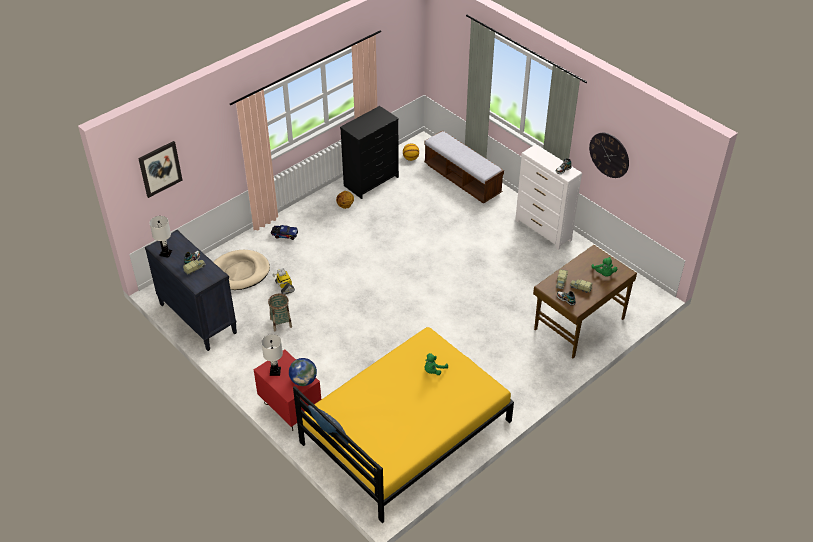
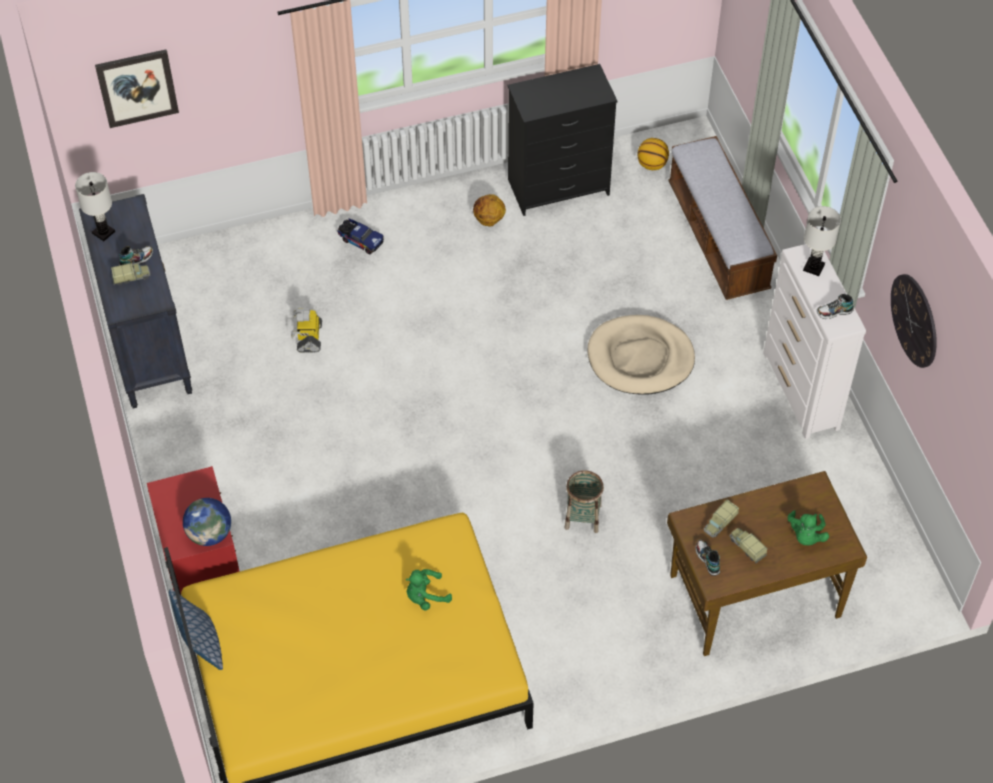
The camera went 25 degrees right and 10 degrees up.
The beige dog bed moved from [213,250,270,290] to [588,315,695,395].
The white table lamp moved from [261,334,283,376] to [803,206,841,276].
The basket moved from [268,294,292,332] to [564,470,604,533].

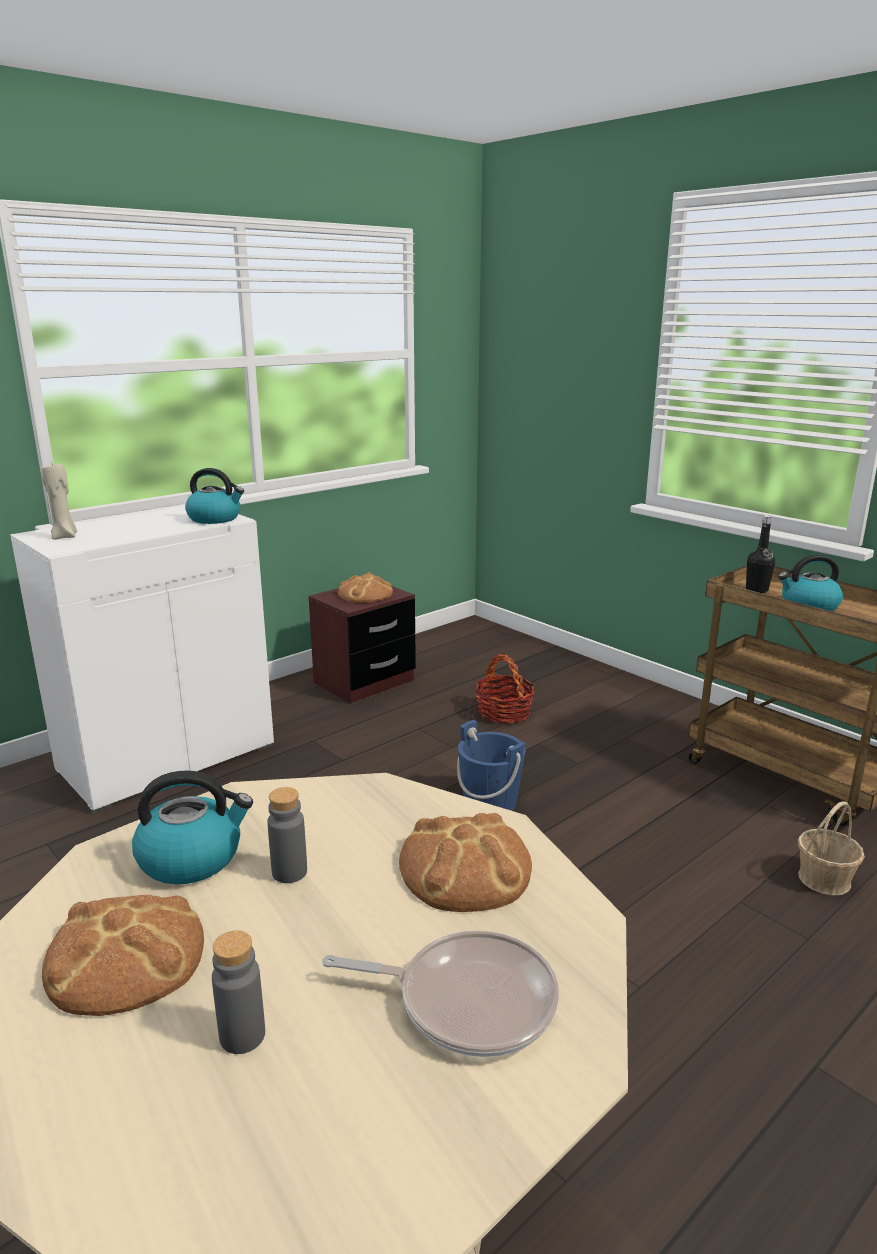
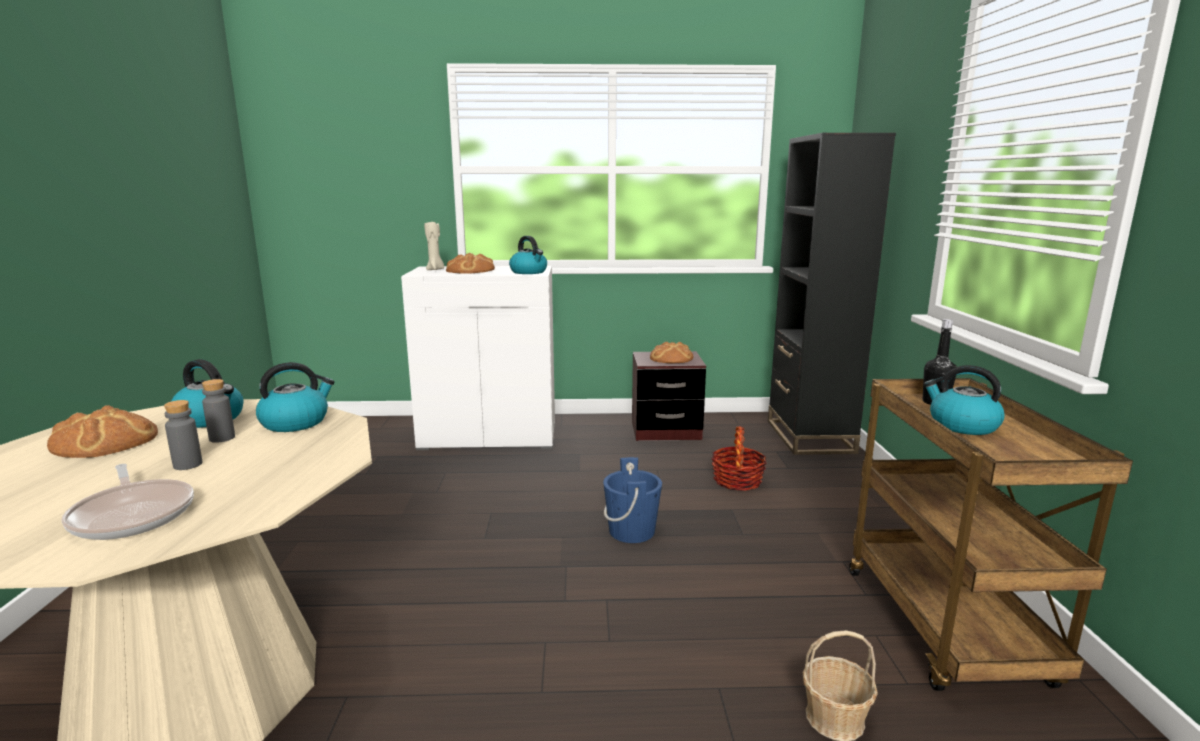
The camera went 40 degrees right and 5 degrees down.
The grey bottle moved from [212,931,265,1054] to [164,400,202,470].
The bread moved from [399,813,532,912] to [446,253,495,274].
The kettle at [256,362,335,432] appeared.
The black bookcase at [768,133,896,455] appeared.

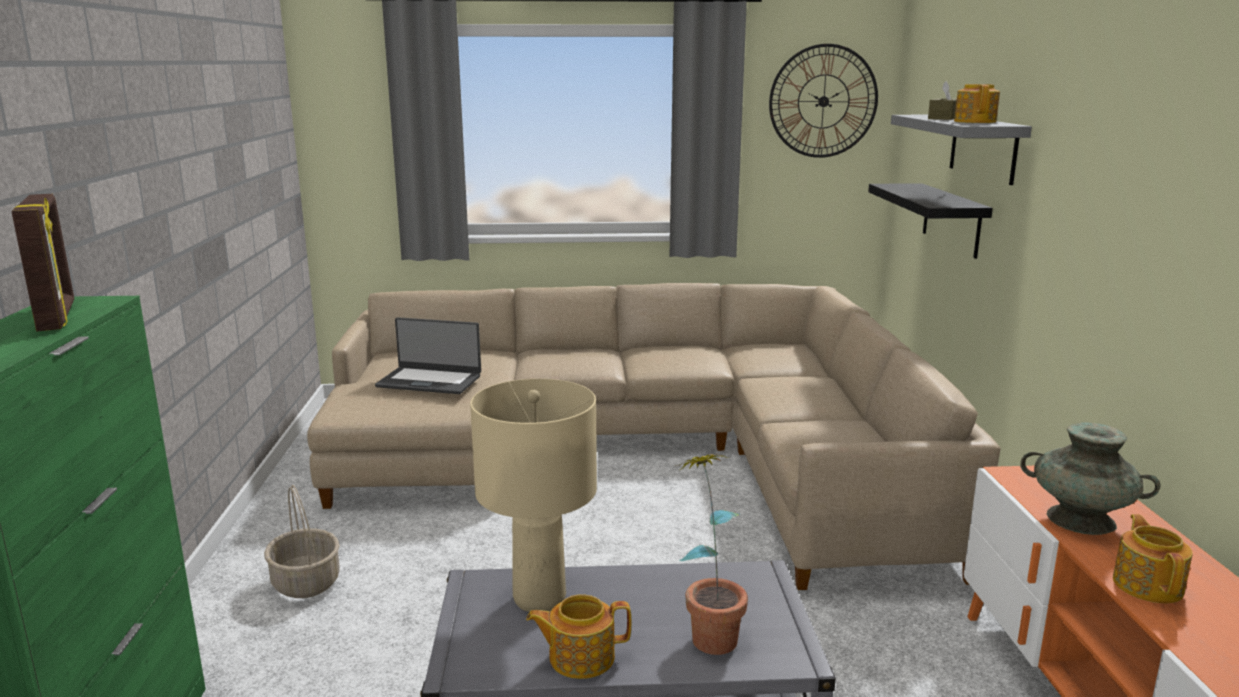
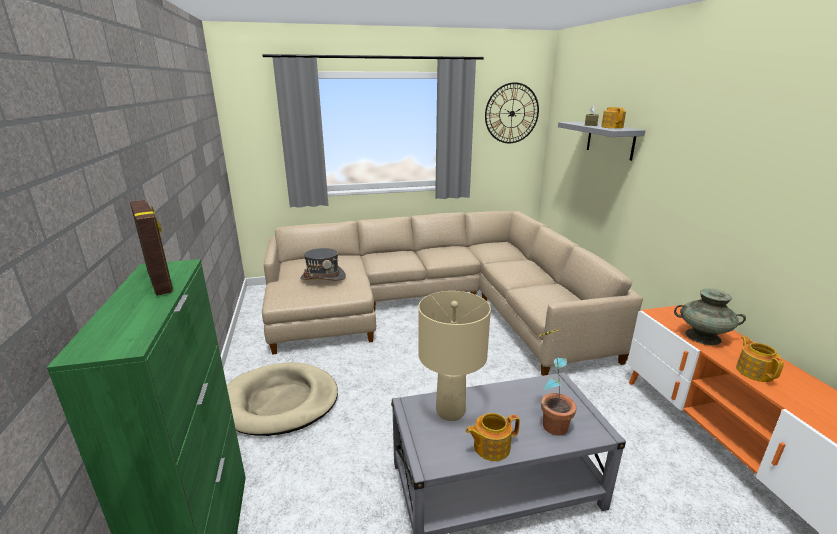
The camera went 10 degrees left and 5 degrees up.
The basket at [264,485,340,598] was replaced by the beige dog bed at [227,362,338,436].
The laptop at [375,317,481,394] was replaced by the grey hat at [300,248,346,280].
The black shelf at [868,183,993,259] disappeared.

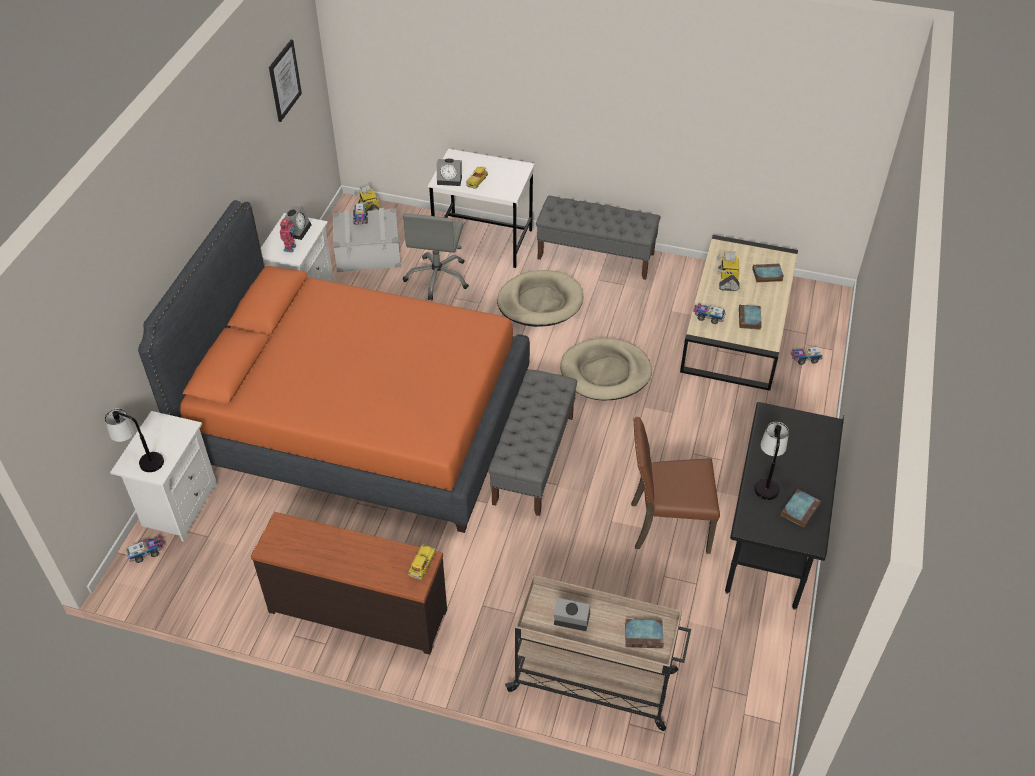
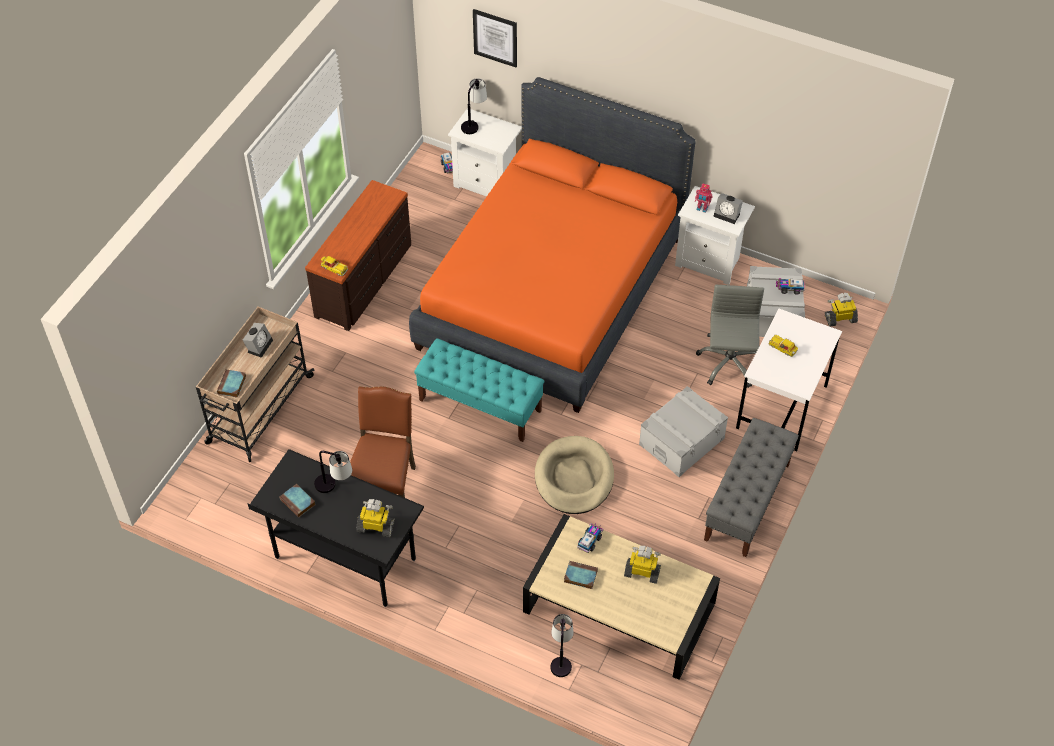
The camera went 100 degrees right and 5 degrees up.
The picture moved from [269,40,302,122] to [473,9,517,67].
The grey office chair at [403,214,469,300] turned 75 degrees clockwise.
The alarm clock at [437,159,462,186] disappeared.
The grey bench at [488,369,577,516] became the turquoise bench at [414,338,544,442].
The beige dog bed at [497,270,583,327] was replaced by the grey storage box at [639,386,728,477].
The book at [752,264,784,282] disappeared.
The toy truck at [791,347,823,365] was replaced by the table lamp at [550,614,574,677].
The toy robot at [356,499,395,537] appeared.

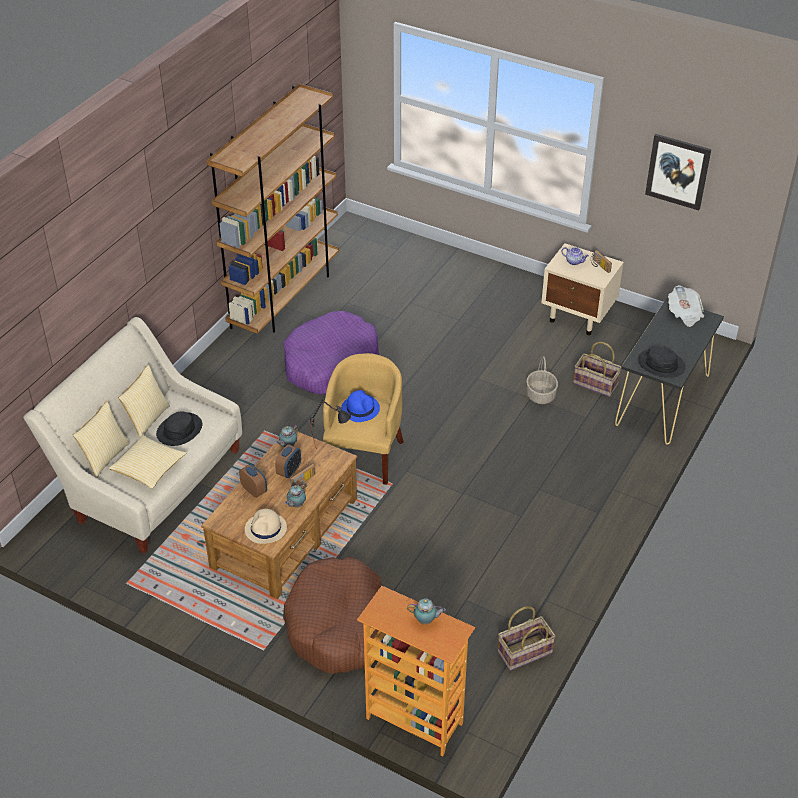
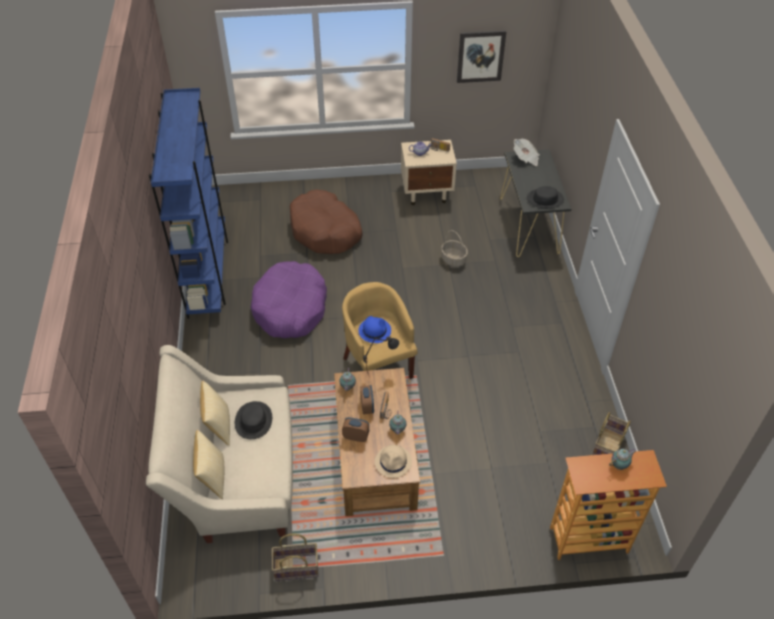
The camera went 35 degrees left and 5 degrees up.
The pillow at [109,434,187,489] disappeared.
The brown bookcase at [207,83,339,334] became the blue bookcase at [149,88,228,319].
The brown dog bed moved from [283,557,382,674] to [290,189,363,254].
The basket moved from [573,342,621,397] to [272,534,319,581].

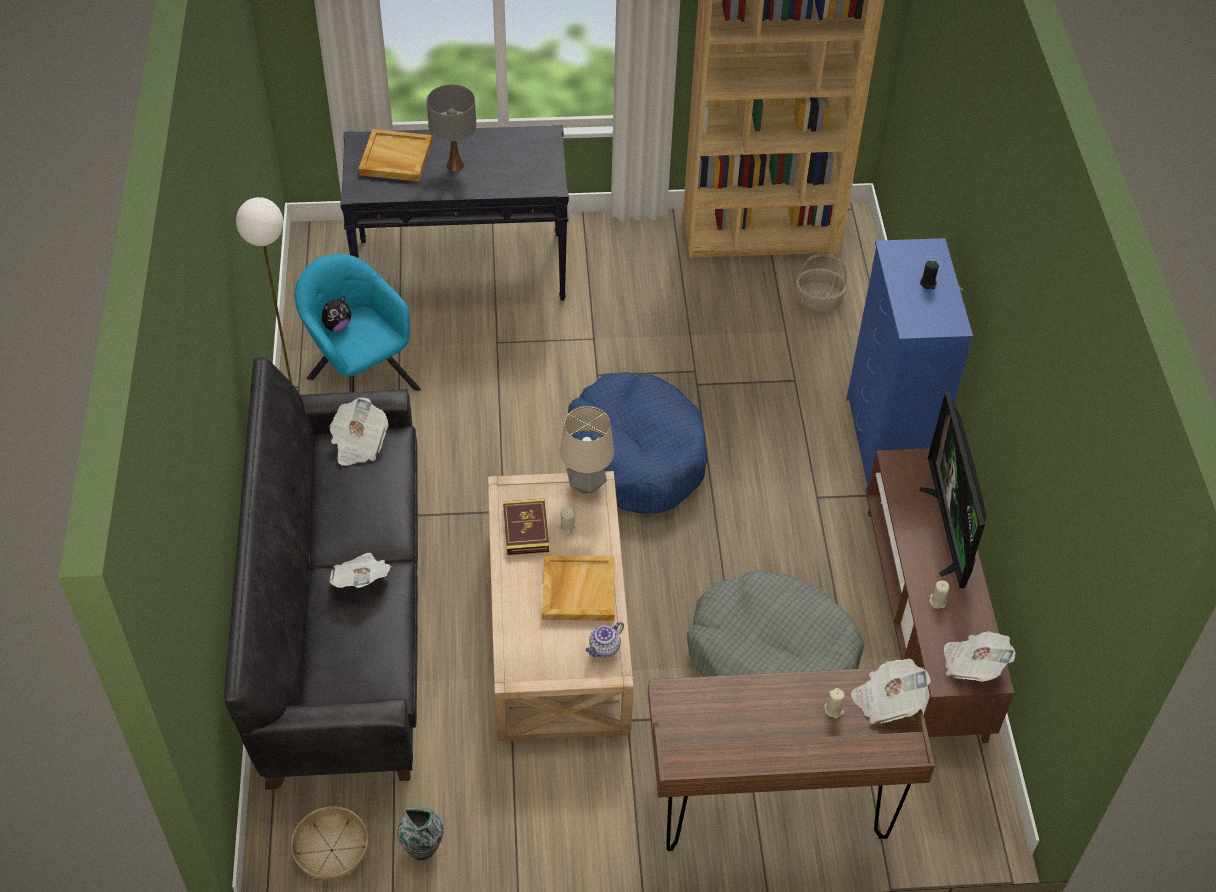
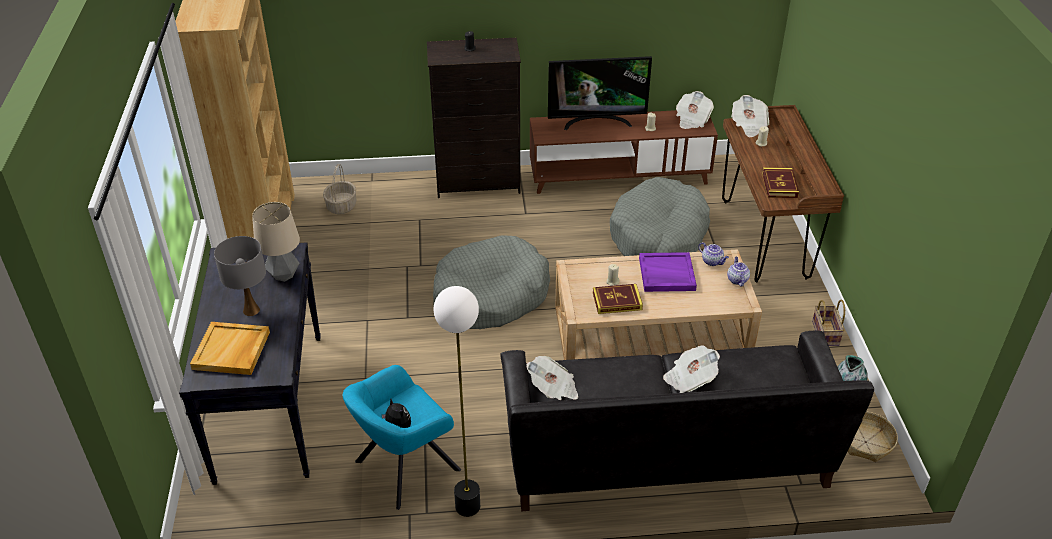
The camera went 90 degrees left and 10 degrees down.
The beige tray at [542,555,615,621] became the purple tray at [639,252,697,292].
The table lamp moved from [560,406,614,494] to [252,202,300,282].
The blue dog bed at [568,372,707,513] became the grey dog bed at [433,235,550,329].
The blue dresser at [846,238,973,493] became the black dresser at [427,38,521,198].
The teapot at [727,257,750,286] appeared.
The book at [762,167,799,198] appeared.
The basket at [812,300,845,346] appeared.

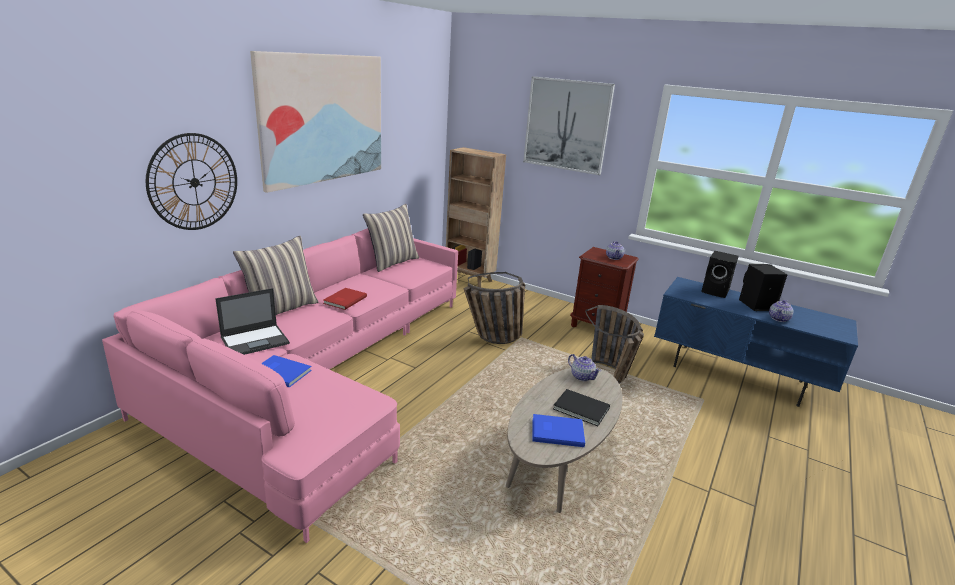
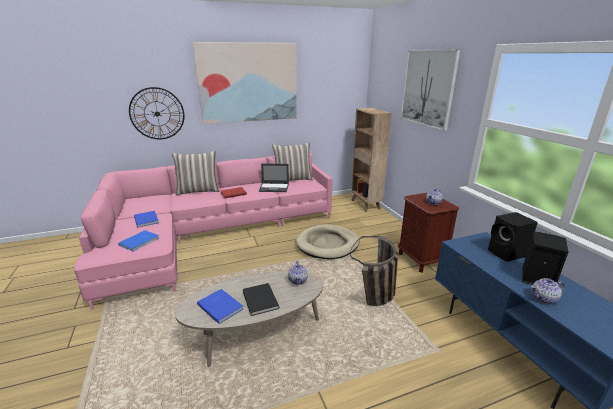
The camera went 40 degrees right and 0 degrees up.
The laptop moved from [215,288,290,355] to [259,164,289,192].
The basket at [463,272,525,344] was replaced by the beige dog bed at [296,224,360,259].
The blue book at [118,230,159,251] appeared.

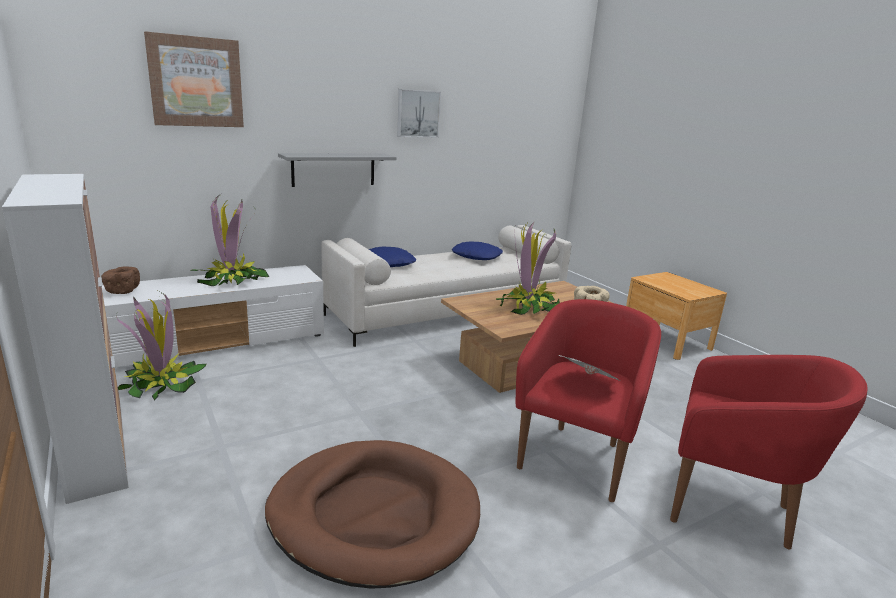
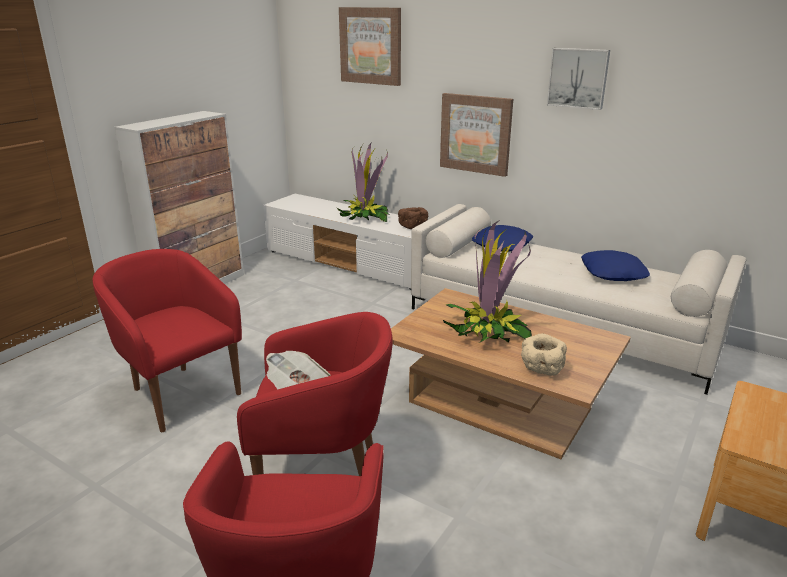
The camera went 65 degrees right and 5 degrees up.
The brown bowl moved from [101,266,140,294] to [398,207,428,229].
The potted plant at [116,292,207,401] disappeared.
The brown dog bed at [265,440,480,589] was replaced by the red armchair at [93,249,242,432].
The grey shelf at [278,153,397,187] was replaced by the picture at [440,93,513,177].

